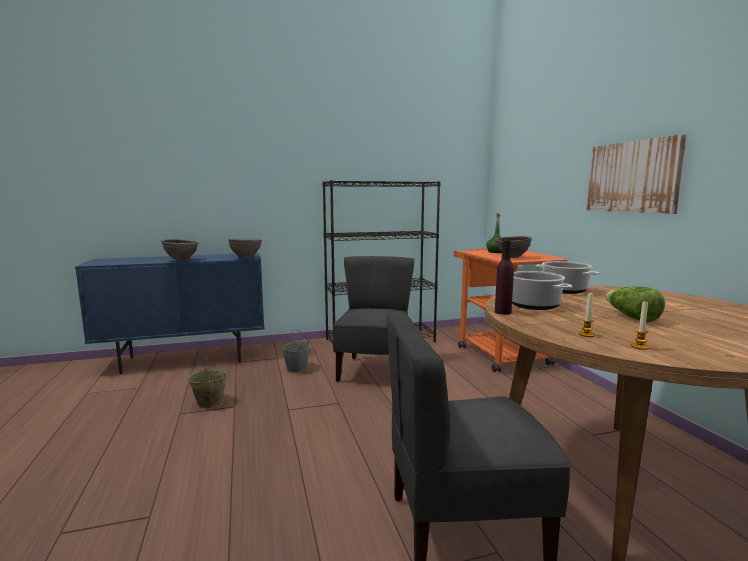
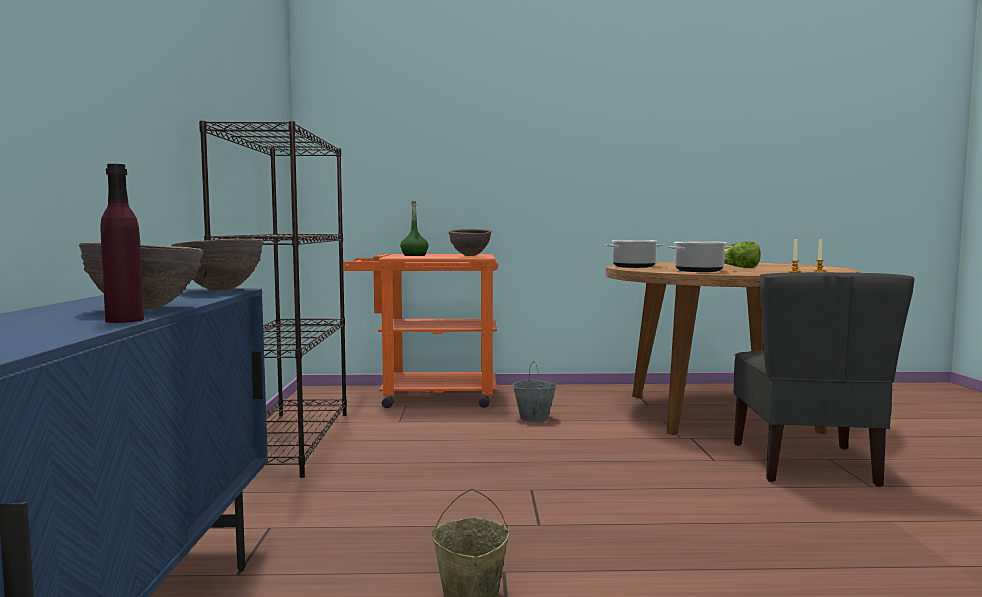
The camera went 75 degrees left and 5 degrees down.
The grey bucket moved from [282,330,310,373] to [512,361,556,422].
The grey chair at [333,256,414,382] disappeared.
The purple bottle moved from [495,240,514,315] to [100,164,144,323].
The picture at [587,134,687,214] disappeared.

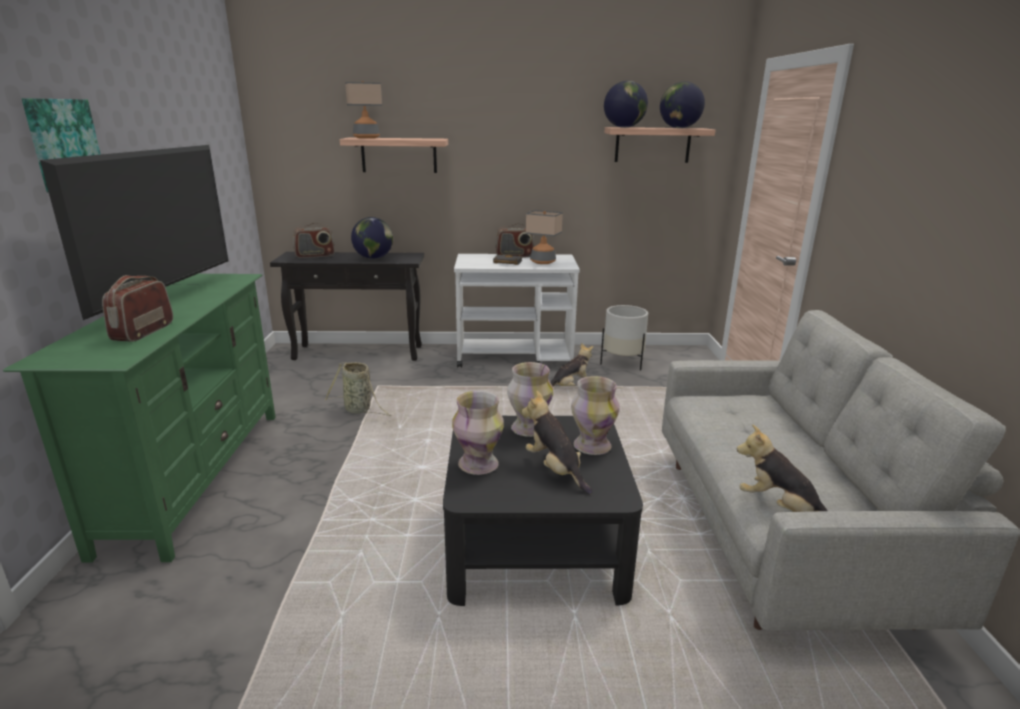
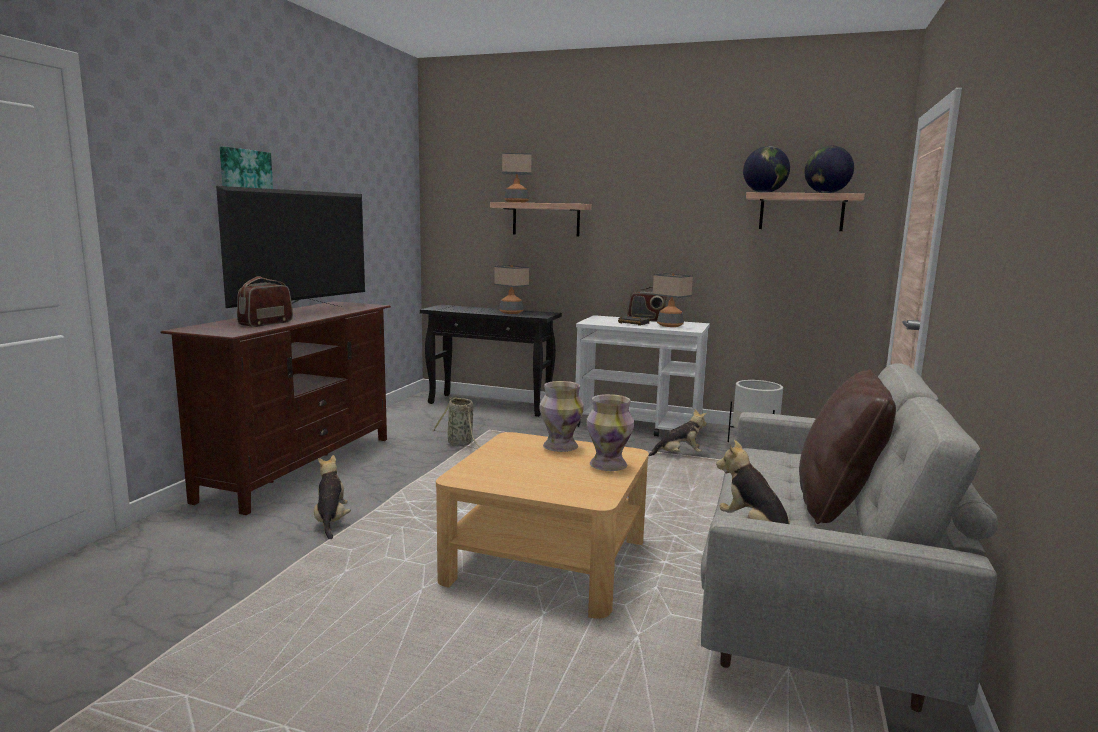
The camera went 20 degrees right and 10 degrees down.
The green tv stand at [3,274,276,563] became the brown tv stand at [160,301,391,515].
The radio at [293,222,335,258] disappeared.
The globe at [351,217,393,259] was replaced by the table lamp at [494,265,529,314].
The black coffee table at [443,416,643,606] became the beige coffee table at [436,432,649,619].
The vase at [452,391,504,475] disappeared.
The plush toy moved from [522,391,592,495] to [314,455,351,539].
The brown pillow at [799,369,896,524] appeared.

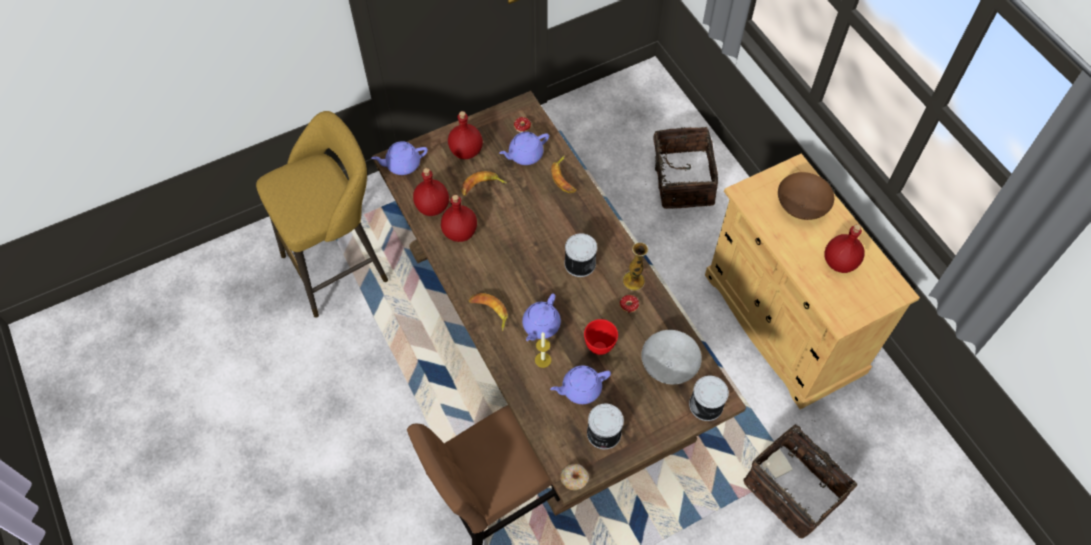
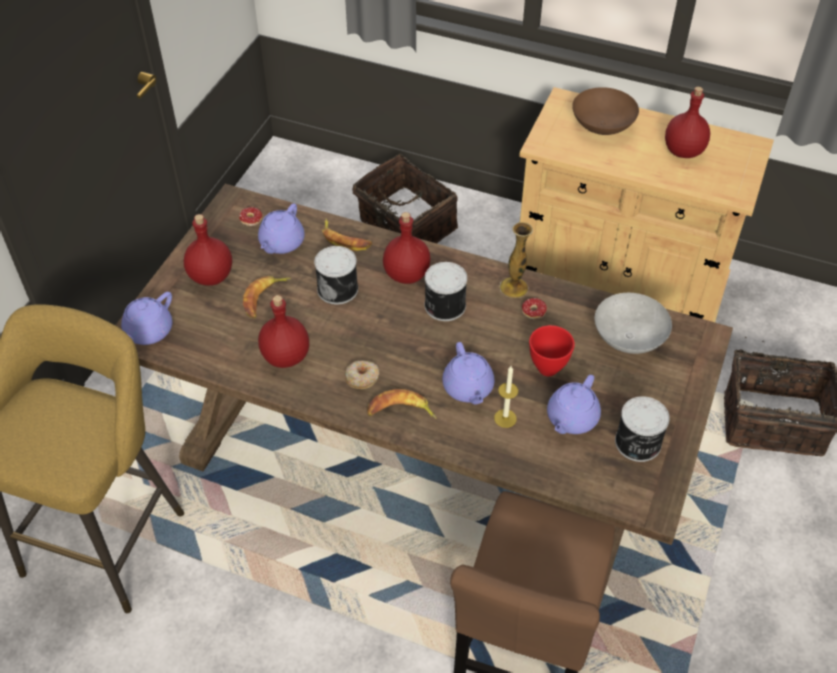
The camera went 40 degrees left and 10 degrees down.
The red bottle moved from [413,168,449,216] to [383,212,431,284].
The donut moved from [560,464,589,490] to [345,361,379,389].
The can moved from [689,376,729,421] to [314,246,358,305].

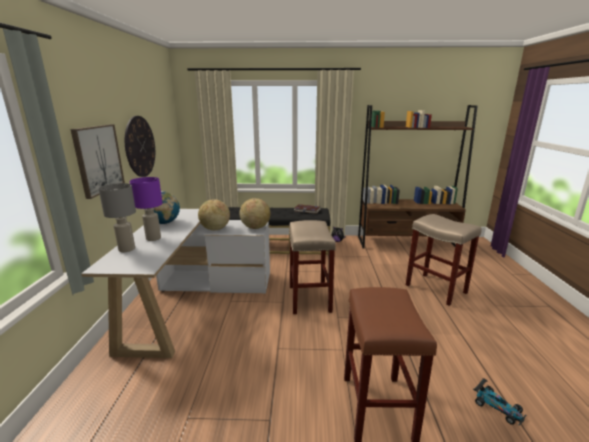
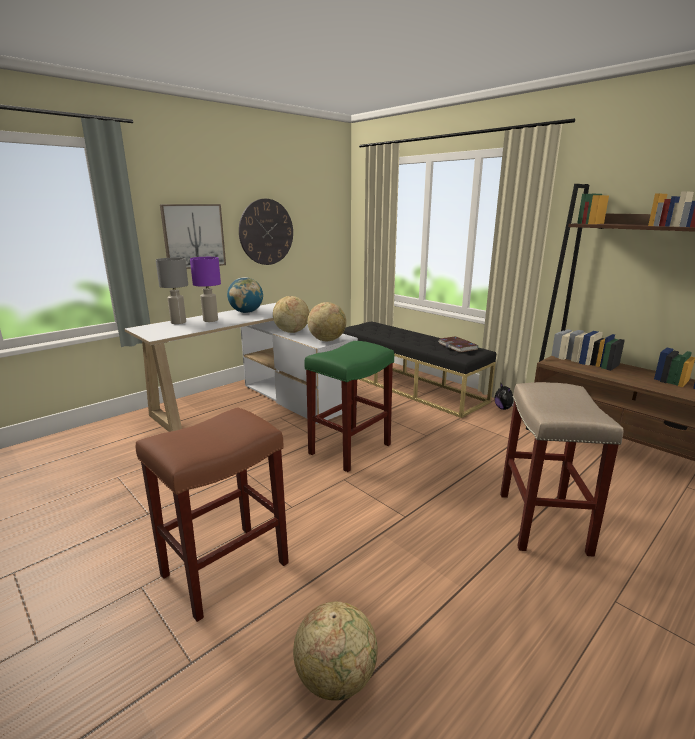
The camera went 45 degrees right and 0 degrees up.
The beige stool at [289,220,336,314] became the green stool at [304,341,394,472].
The toy car at [473,378,526,426] was replaced by the globe at [293,602,378,701].

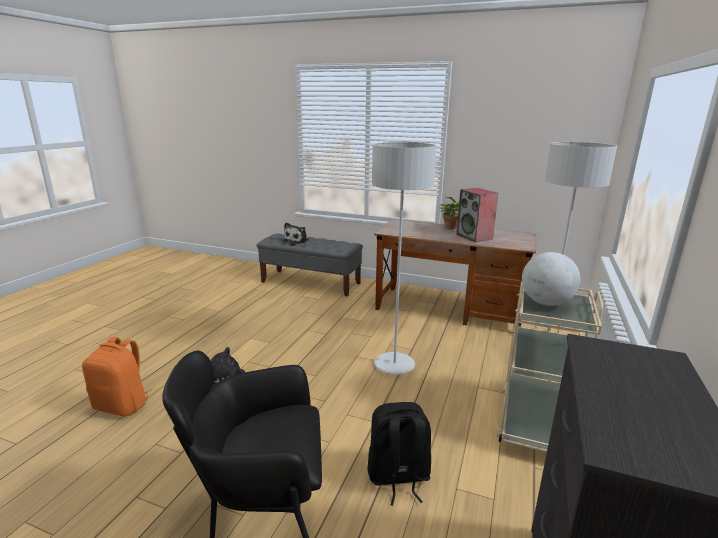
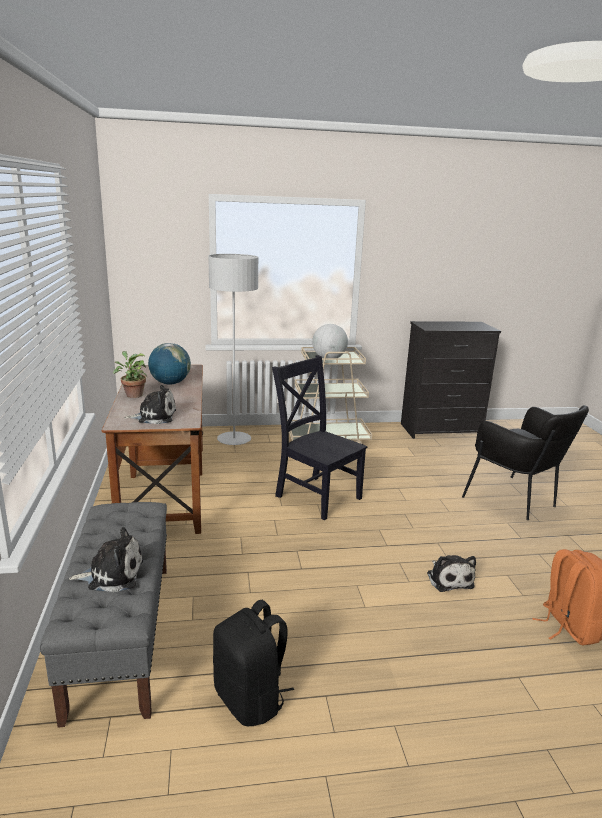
The camera went 120 degrees left and 0 degrees up.
The black backpack moved from [367,402,431,506] to [213,600,294,726].
The grey floor lamp at [372,142,436,374] was replaced by the black chair at [272,355,368,520].
The speaker at [456,188,498,242] was replaced by the globe at [148,343,191,385].
The plush toy at [124,385,176,424] appeared.

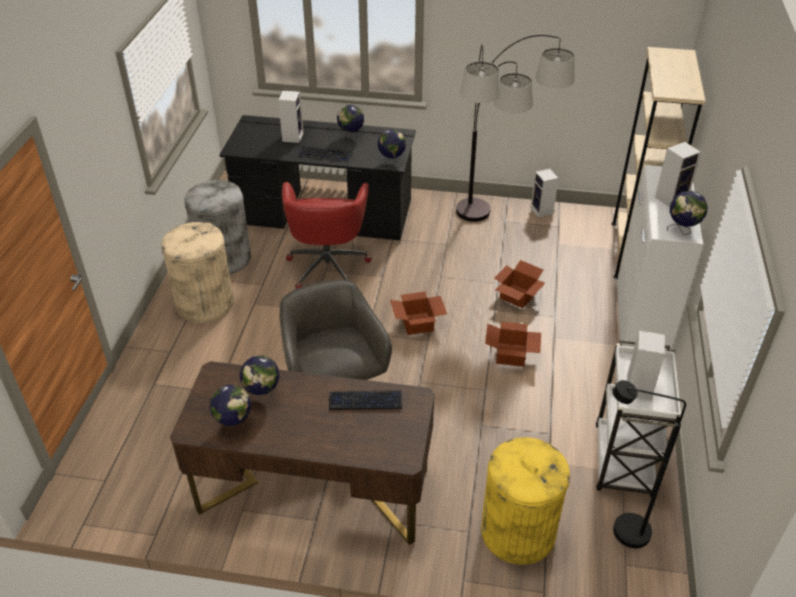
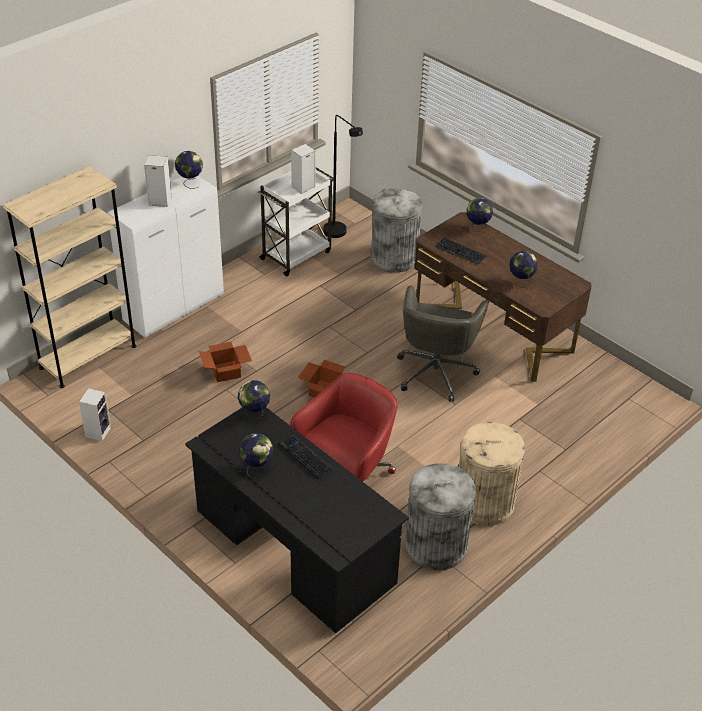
The camera went 145 degrees left and 0 degrees up.
The globe moved from [210,385,251,439] to [467,198,493,232].
The speaker at [278,91,303,143] disappeared.
The floor lamp at [456,35,575,222] disappeared.
The yellow trash can at [481,437,570,565] became the grey trash can at [370,188,422,273].
The cardboard box at [485,322,541,367] disappeared.

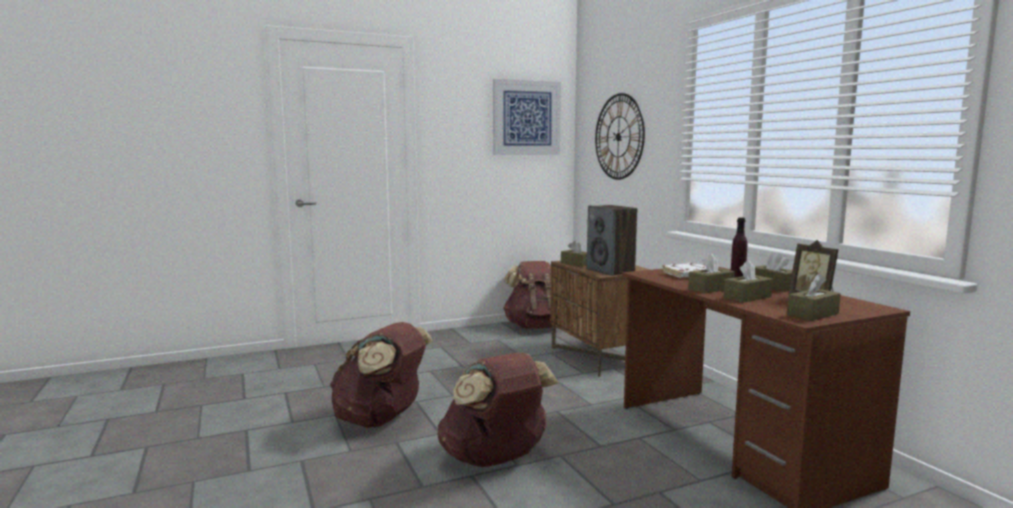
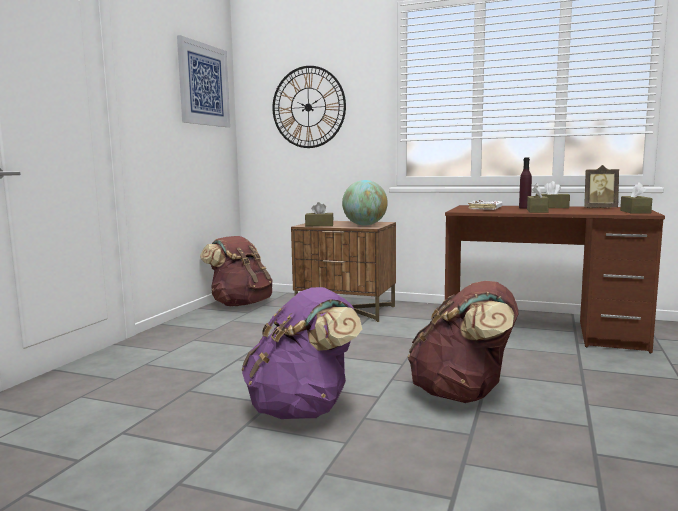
The camera went 45 degrees left and 0 degrees up.
The brown backpack at [330,322,433,428] became the purple backpack at [242,287,362,419].
The speaker at [587,205,637,276] was replaced by the globe at [342,180,388,226].
The brown tissue box at [724,260,773,303] disappeared.

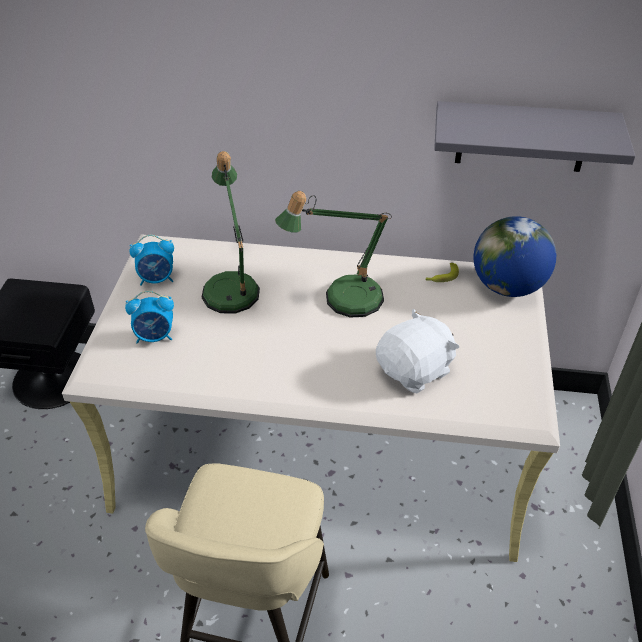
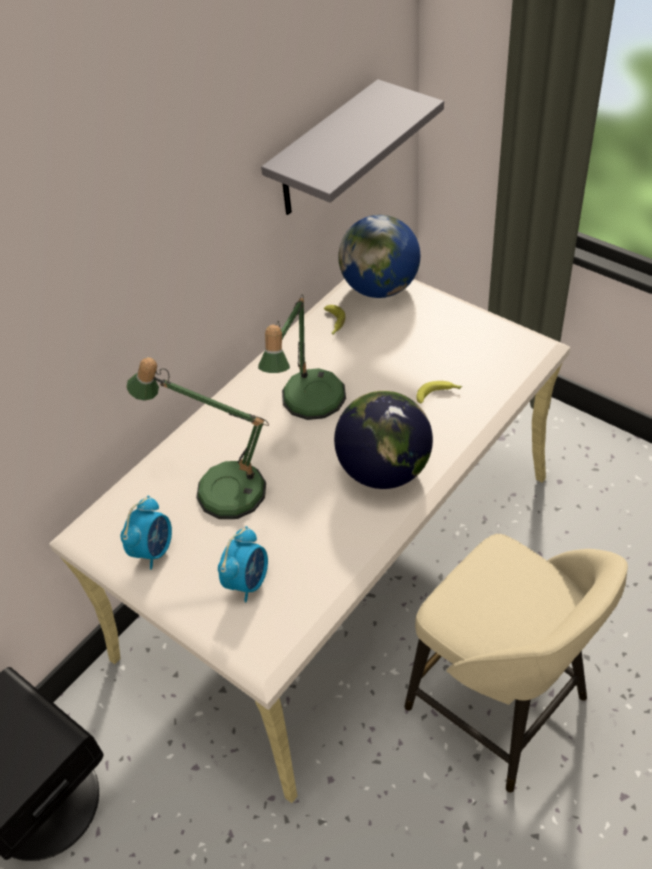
The camera went 55 degrees left and 5 degrees up.
The white plush toy at [376,309,459,394] was replaced by the banana at [416,381,462,403].
The globe at [334,391,433,489] appeared.

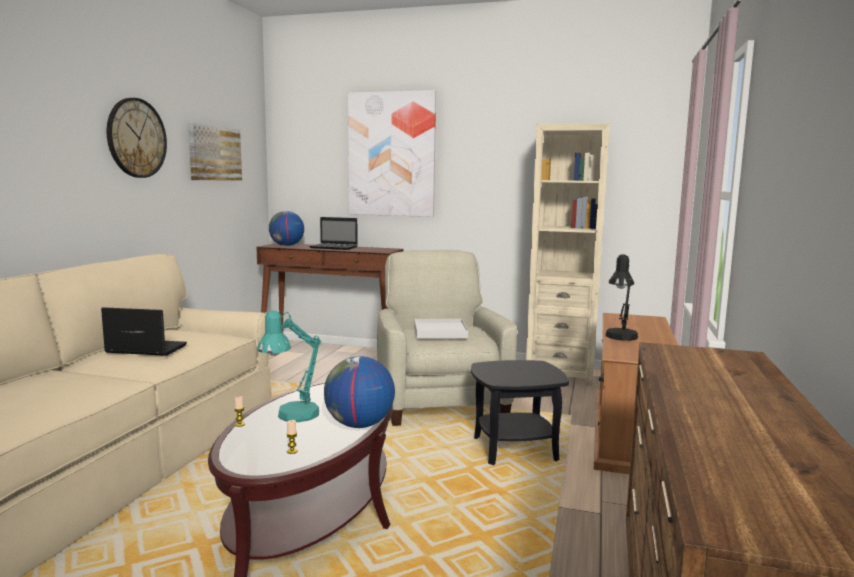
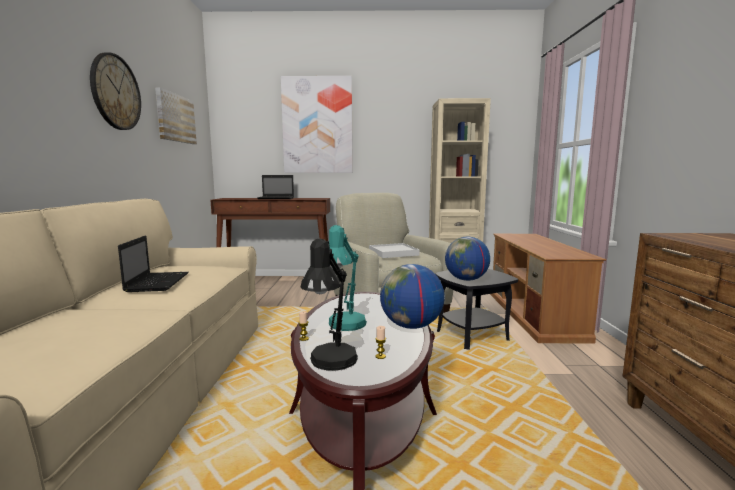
The camera went 15 degrees left and 0 degrees up.
The laptop at [101,307,187,356] turned 90 degrees clockwise.
The globe moved from [269,211,304,246] to [445,236,490,281].
The black table lamp moved from [606,254,638,341] to [300,239,358,371].

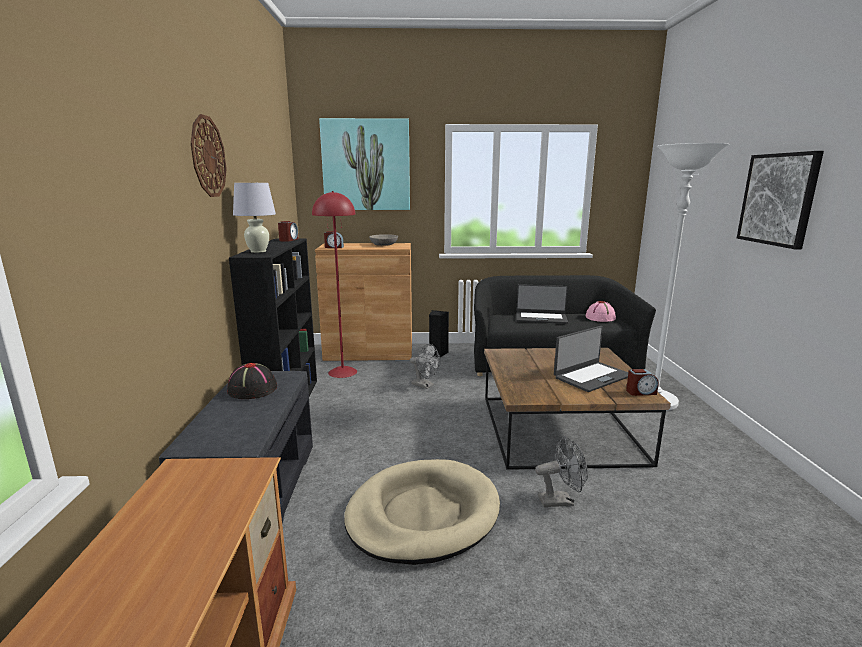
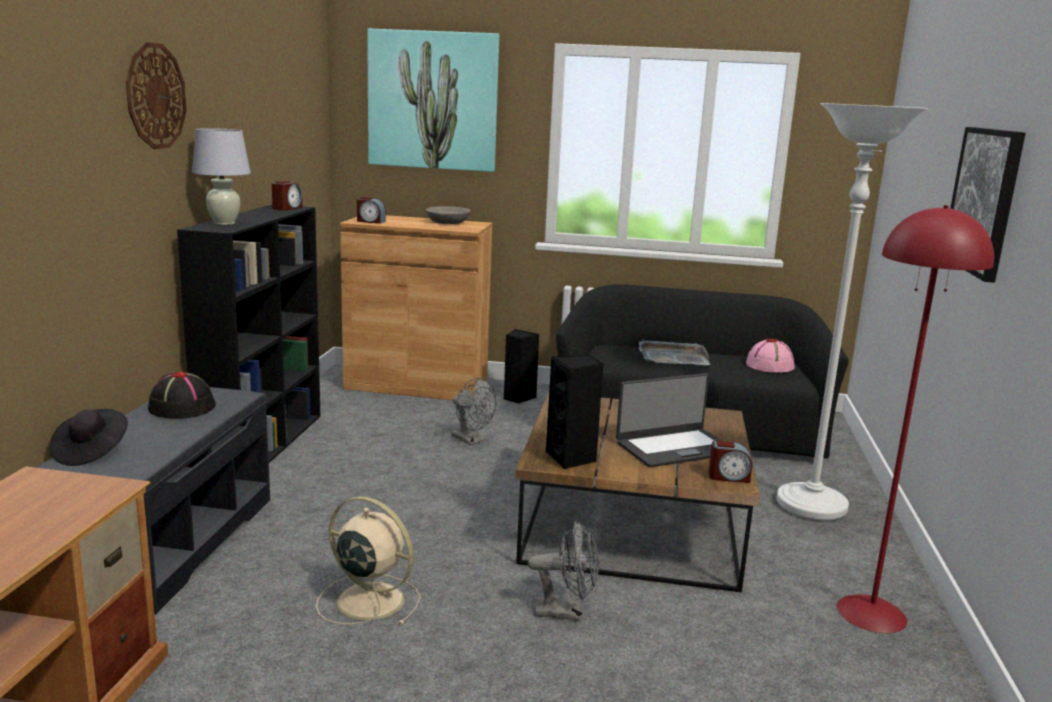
The camera went 10 degrees right and 0 degrees up.
The red floor lamp moved from [312,191,357,378] to [837,205,994,633].
The beige dog bed at [344,459,500,565] was replaced by the beige fan at [316,496,421,626].
The laptop at [516,284,568,324] was replaced by the grey tray at [639,339,710,365].
The black hat at [50,409,128,466] appeared.
The black speaker at [546,355,603,469] appeared.

